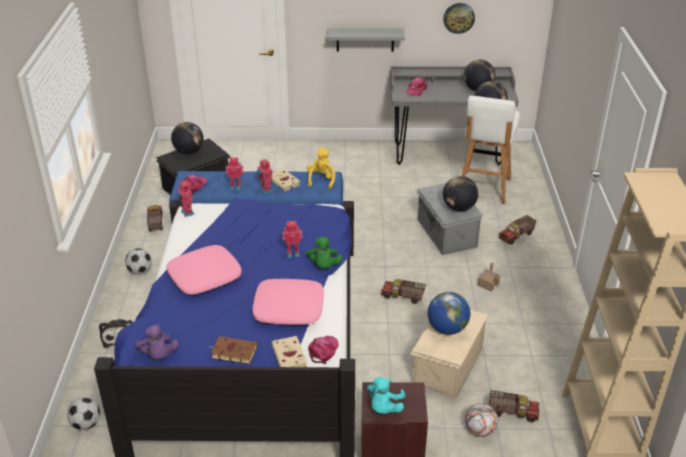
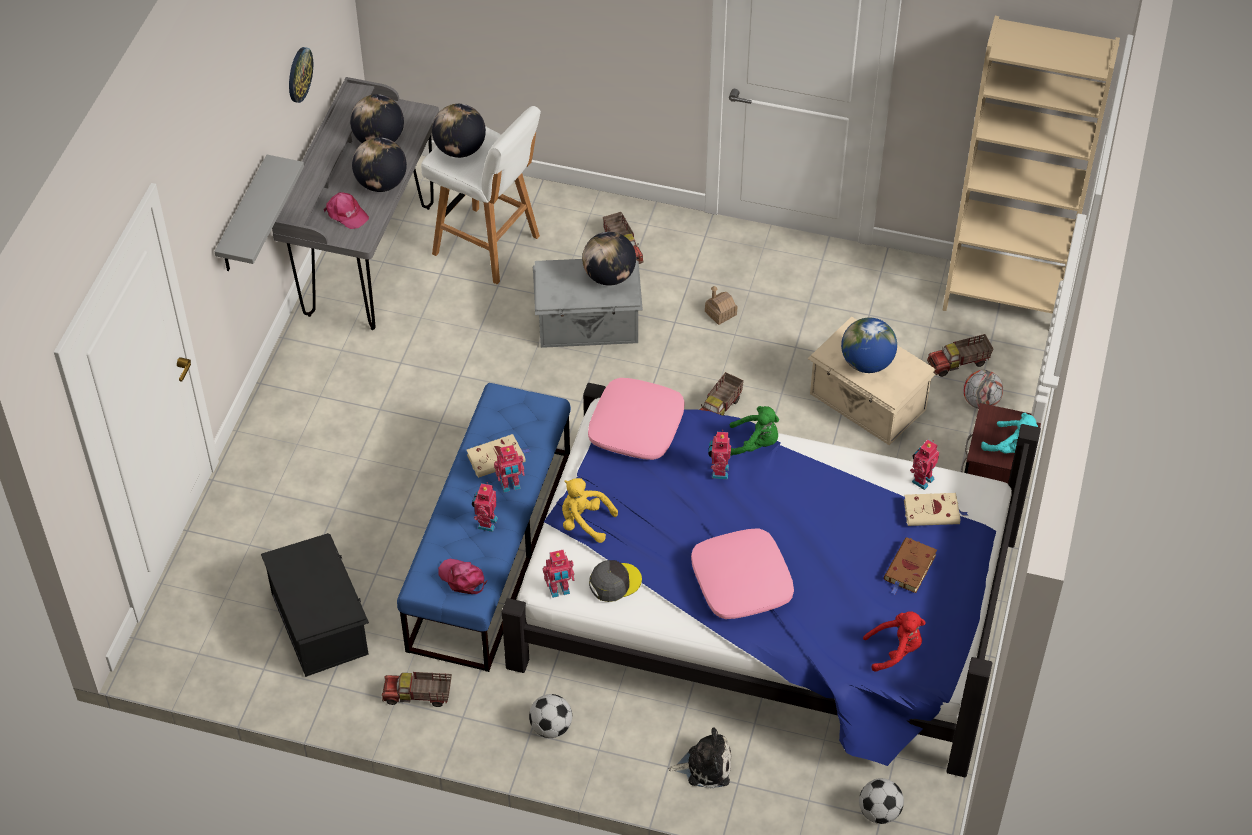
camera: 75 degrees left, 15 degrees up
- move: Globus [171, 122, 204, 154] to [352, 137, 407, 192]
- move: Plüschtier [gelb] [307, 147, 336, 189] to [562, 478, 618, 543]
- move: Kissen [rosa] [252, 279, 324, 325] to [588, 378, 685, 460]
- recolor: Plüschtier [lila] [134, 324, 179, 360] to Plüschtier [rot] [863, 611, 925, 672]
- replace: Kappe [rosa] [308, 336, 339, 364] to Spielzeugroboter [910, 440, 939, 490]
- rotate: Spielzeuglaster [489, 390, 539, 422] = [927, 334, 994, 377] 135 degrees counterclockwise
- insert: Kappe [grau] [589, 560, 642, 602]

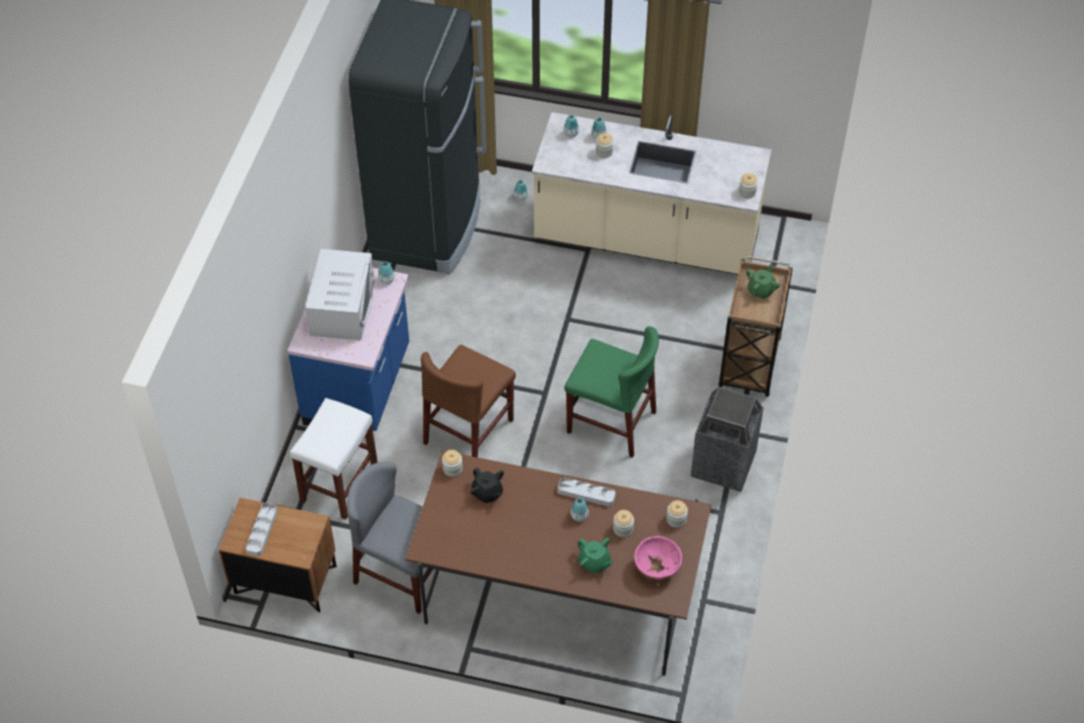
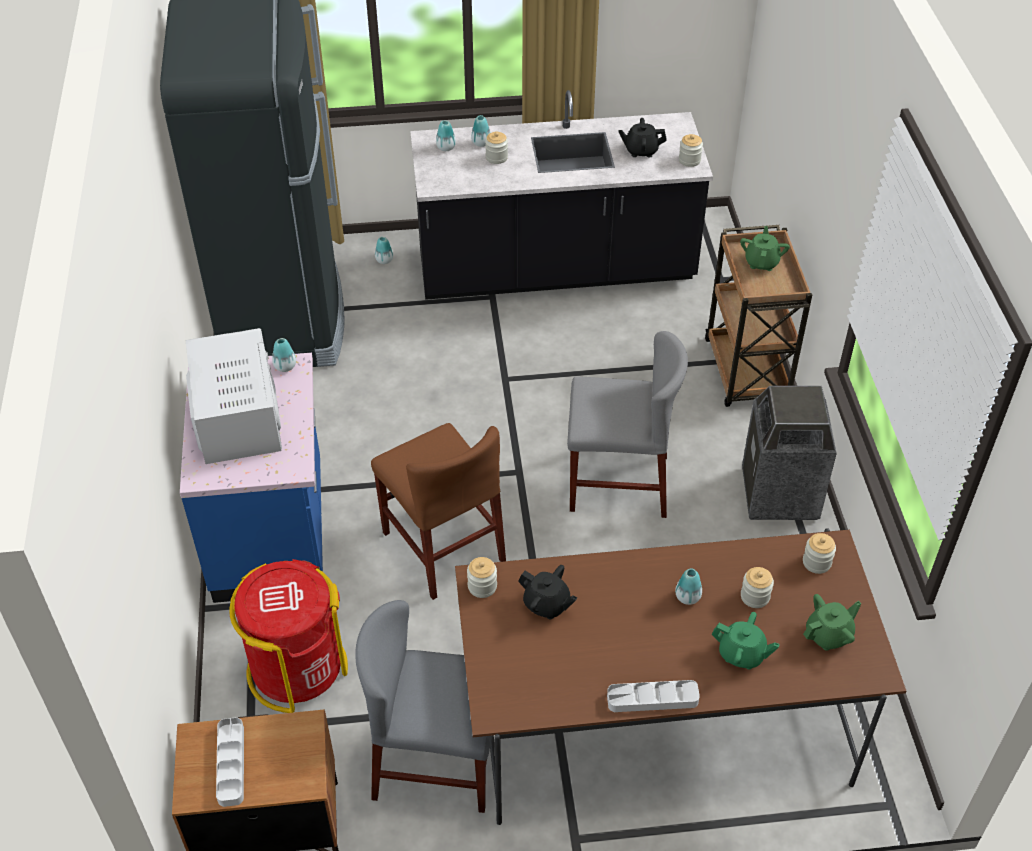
camera: 20 degrees left, 5 degrees down
- recolor: Küchenzeile [beige] [532, 112, 772, 275] to Küchenzeile [schwarz] [410, 90, 713, 300]
- recolor: Stuhl [grün] [565, 326, 659, 458] to Stuhl [grau] [567, 331, 688, 518]
- rotate: Stuhl [braun] [421, 345, 516, 458] = [371, 423, 506, 600] 45 degrees counterclockwise
- replace: Hocker [weiß] [290, 398, 378, 520] to Mülleimer [rot] [229, 559, 348, 713]
- move: Tablett [grau] [557, 477, 615, 506] to [607, 680, 700, 712]
- replace: Schüssel [rosa] [634, 536, 682, 580] to Teekanne [grün] [803, 594, 861, 651]
- insert: Teekanne [schwarz] [618, 118, 666, 158]

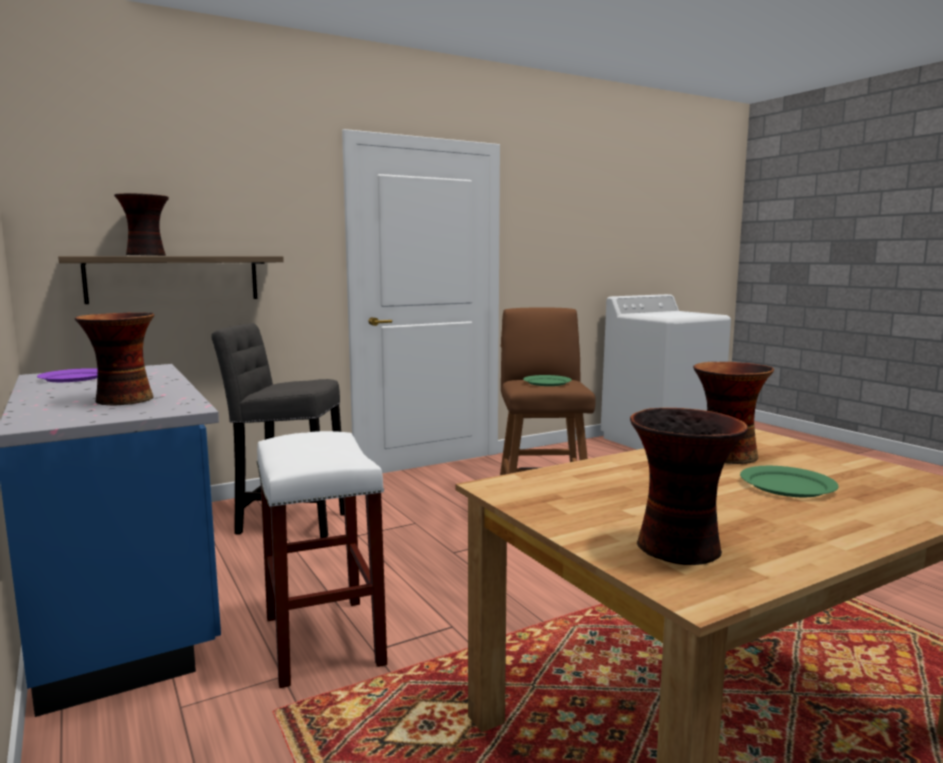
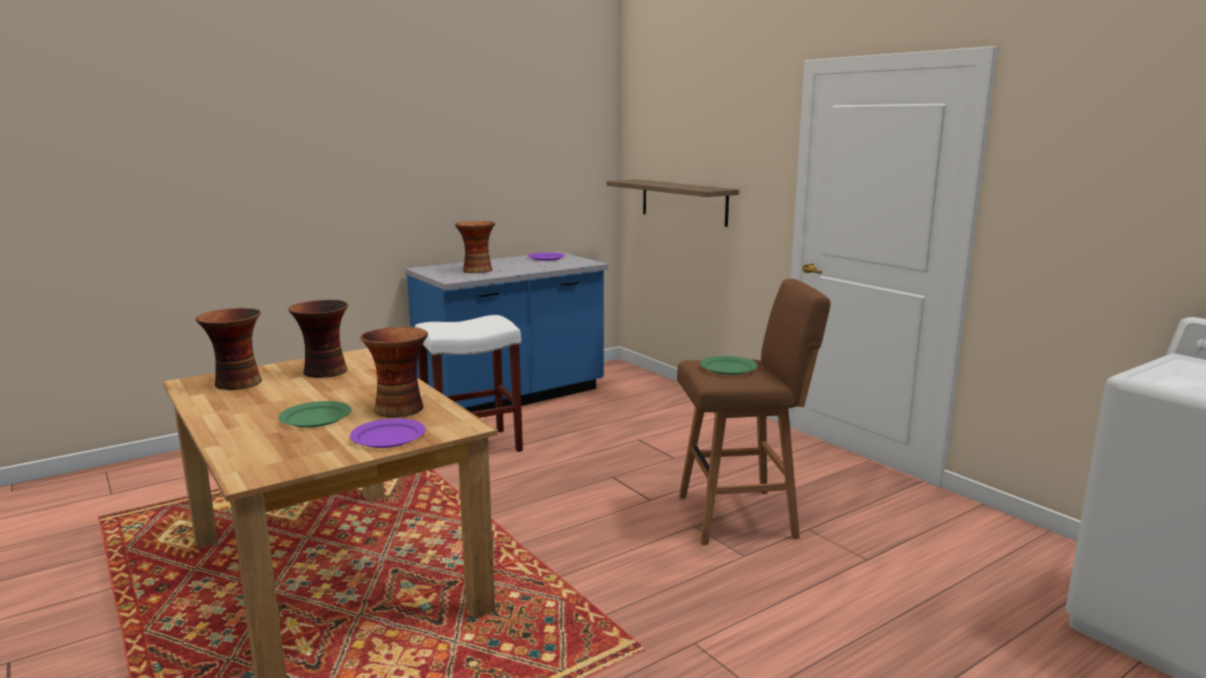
camera: 85 degrees right, 5 degrees up
- move: Vase [114, 193, 169, 256] to [288, 300, 348, 378]
- delete: Hocker [grau] [211, 323, 344, 538]
- insert: Teller [lila] [350, 418, 426, 448]

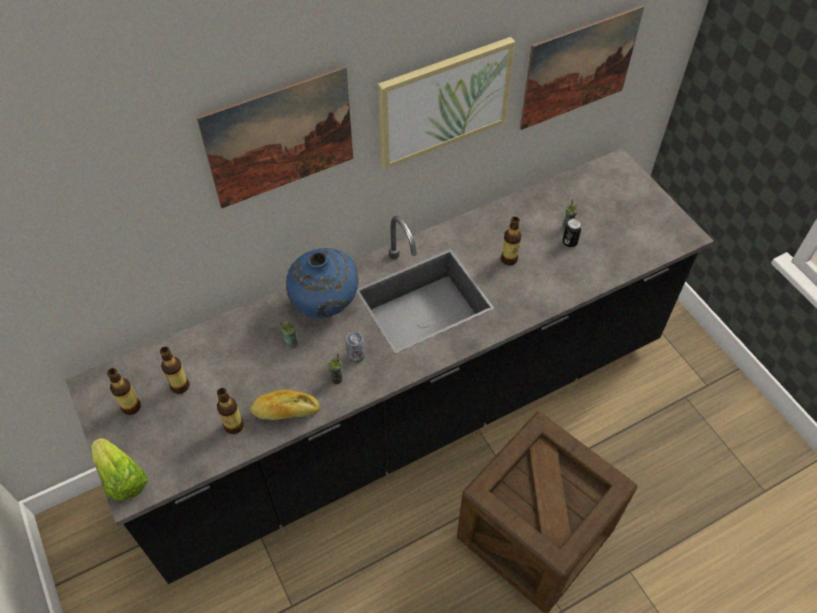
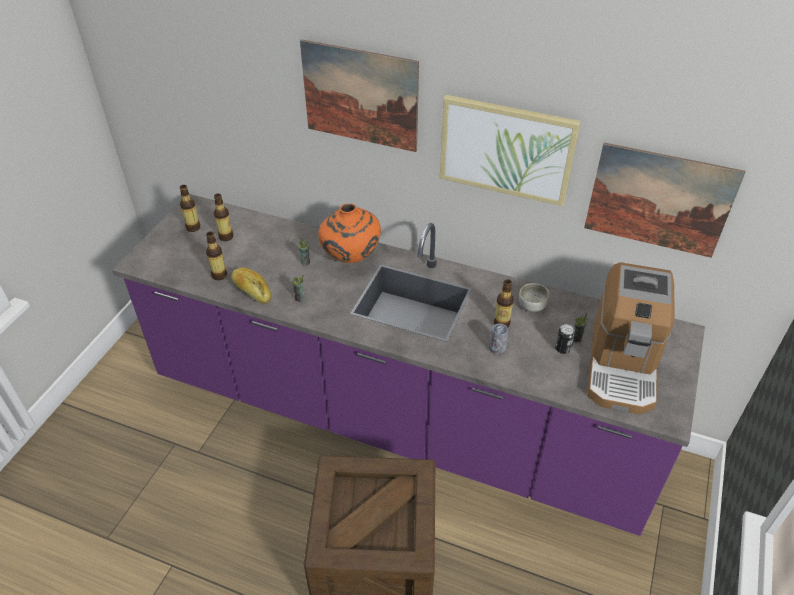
camera: 50 degrees right, 10 degrees down
- recolor: Küchenzeile [schwarz] [65, 148, 714, 584] to Küchenzeile [lila] [112, 194, 705, 536]
- recolor: Vase [blau] [286, 248, 358, 318] to Vase [orange] [318, 204, 381, 263]
- move: Dose [345, 332, 365, 363] to [489, 324, 508, 355]
- delete: Salatkopf [91, 438, 148, 500]
- insert: Kaffeemaschine [587, 262, 675, 415]
- insert: Schüssel [519, 283, 550, 312]

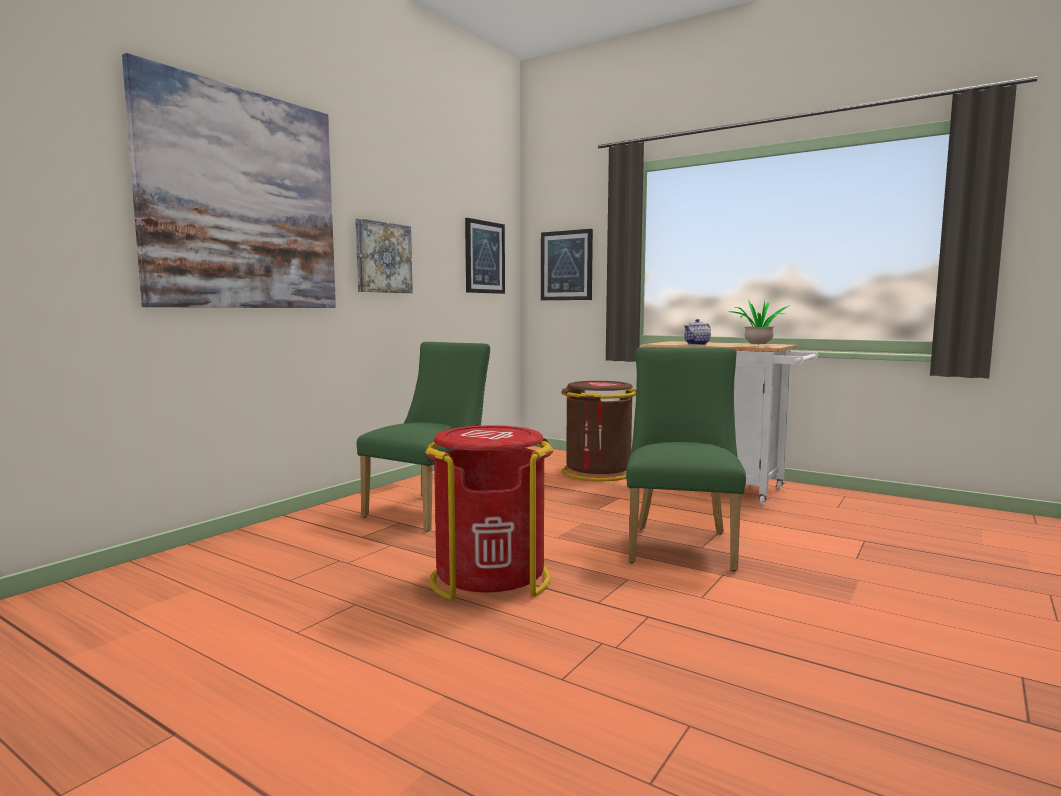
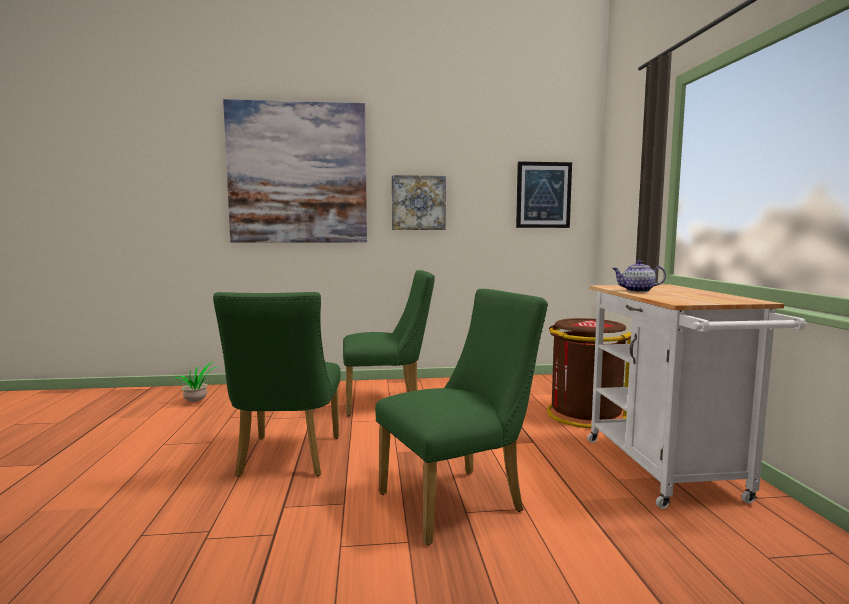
camera: 50 degrees right, 0 degrees up
- delete: Bild [541, 229, 593, 300]
- move: Topfpflanze [733, 299, 789, 346] to [175, 361, 220, 402]
- replace: Mülleimer [rot] [425, 425, 554, 601] to Stuhl [grün] [213, 292, 341, 477]

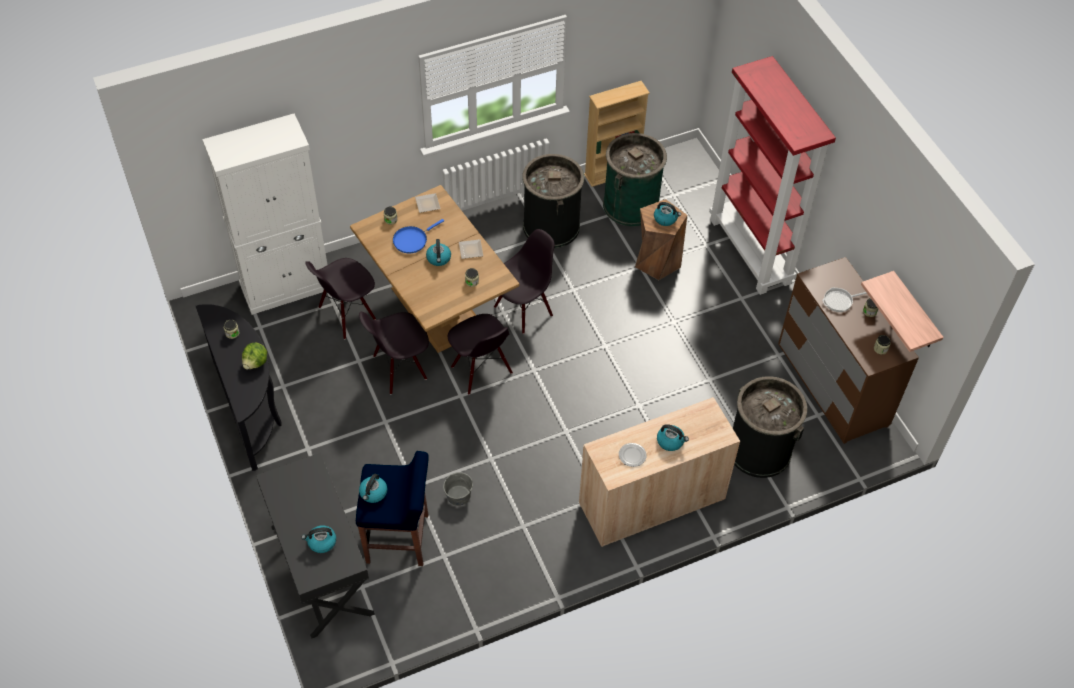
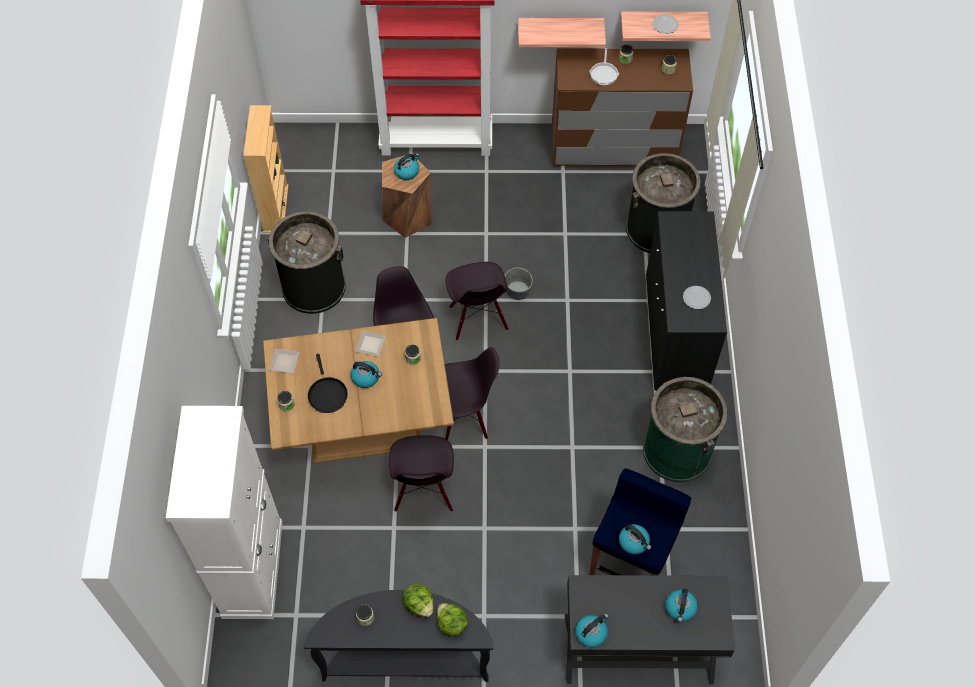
camera: 65 degrees left, 5 degrees up
- move: Mülleimer [grün] [603, 133, 667, 227] to [643, 377, 727, 482]
- recolor: Pfanne [blau] [393, 219, 444, 254] to Pfanne [schwarz] [308, 354, 348, 413]
- move: Stuhl [schwarz] [305, 258, 376, 339] to [446, 262, 509, 340]
- recolor: Schrank [beige] [579, 397, 740, 547] to Schrank [schwarz] [646, 211, 727, 390]
- move: Wasserkessel [657, 424, 689, 451] to [575, 613, 609, 647]
- move: Eimer [grau] [443, 472, 473, 506] to [505, 267, 533, 300]
- insert: Teller [653, 15, 678, 34]
- insert: Wandregal [518, 18, 606, 48]
- insert: Salatkopf [437, 603, 468, 636]

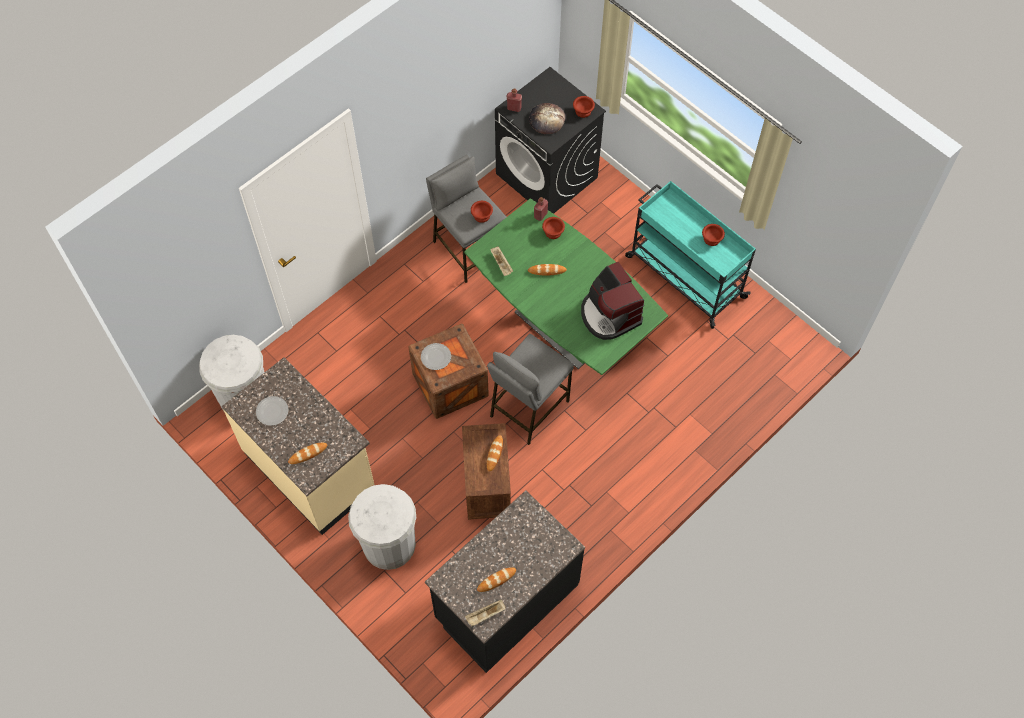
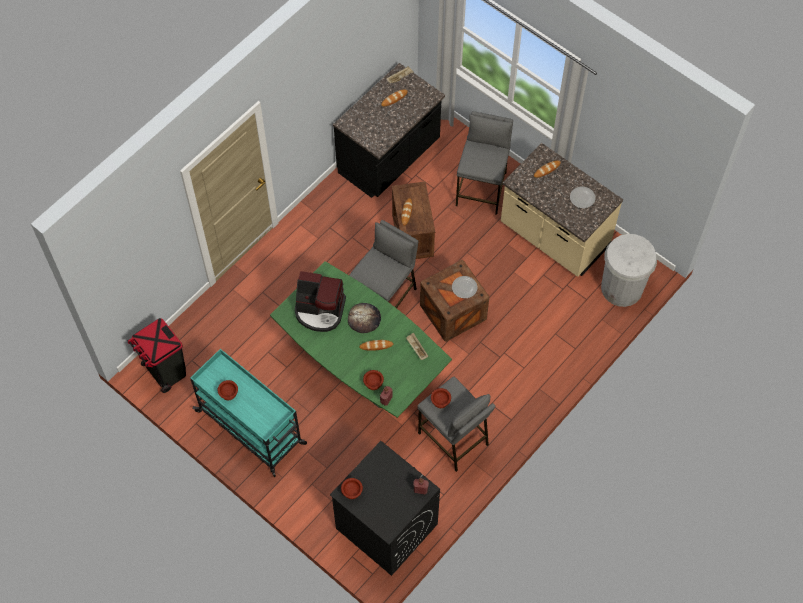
camera: 175 degrees right, 0 degrees up
- move: Brot [529, 103, 566, 134] to [348, 303, 381, 333]
- rotate: Kaffeemaschine [581, 262, 644, 340] = [295, 271, 346, 332] 135 degrees clockwise
- replace: Mülleimer [weiß] [348, 484, 416, 570] to Hocker [grau] [456, 111, 513, 215]
- insert: Mülleimer [schwarz] [128, 318, 186, 393]

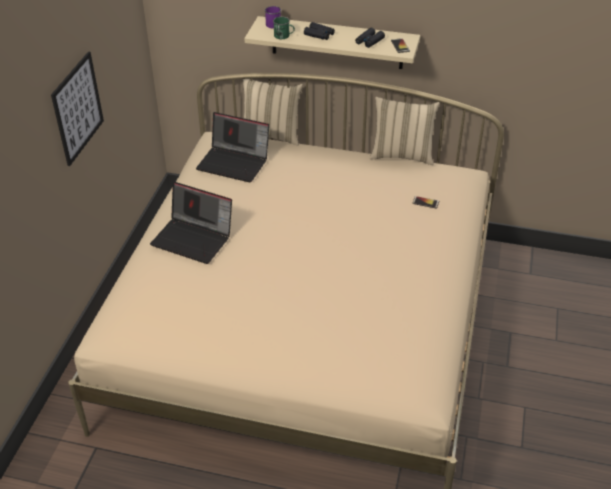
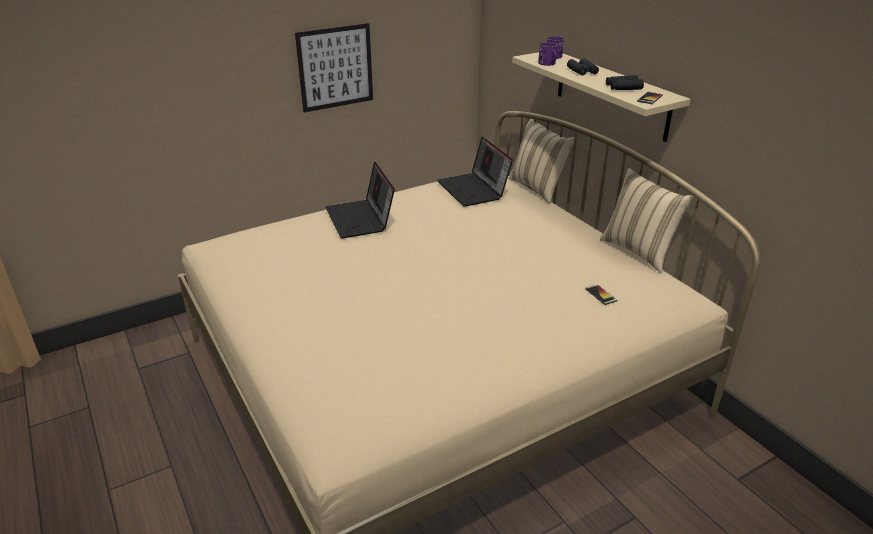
camera: 45 degrees right, 10 degrees down
- recolor: Henkelbecher [grün] [273, 17, 295, 39] to Henkelbecher [lila] [538, 42, 558, 66]

